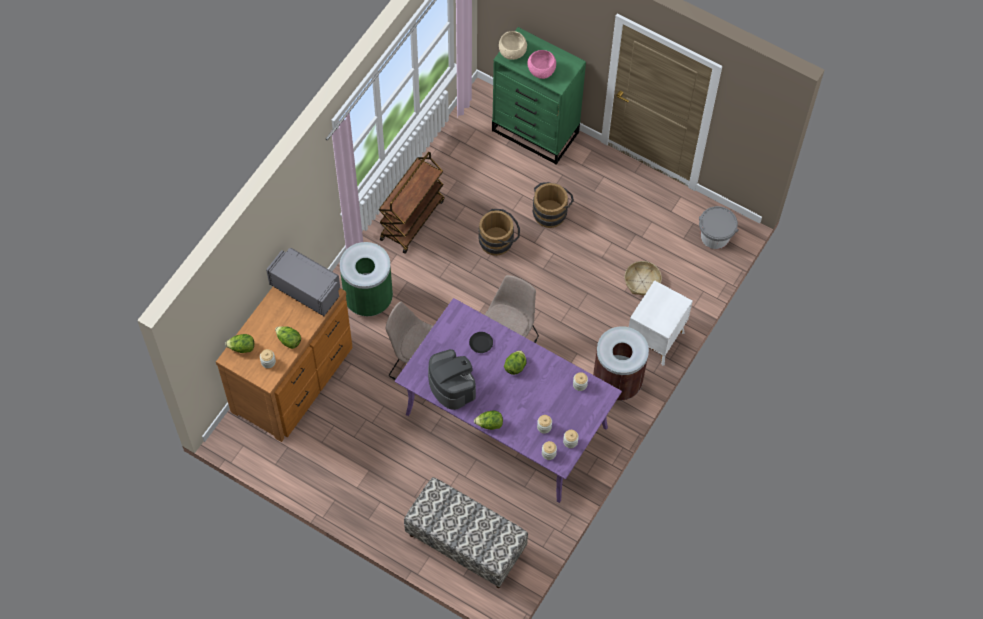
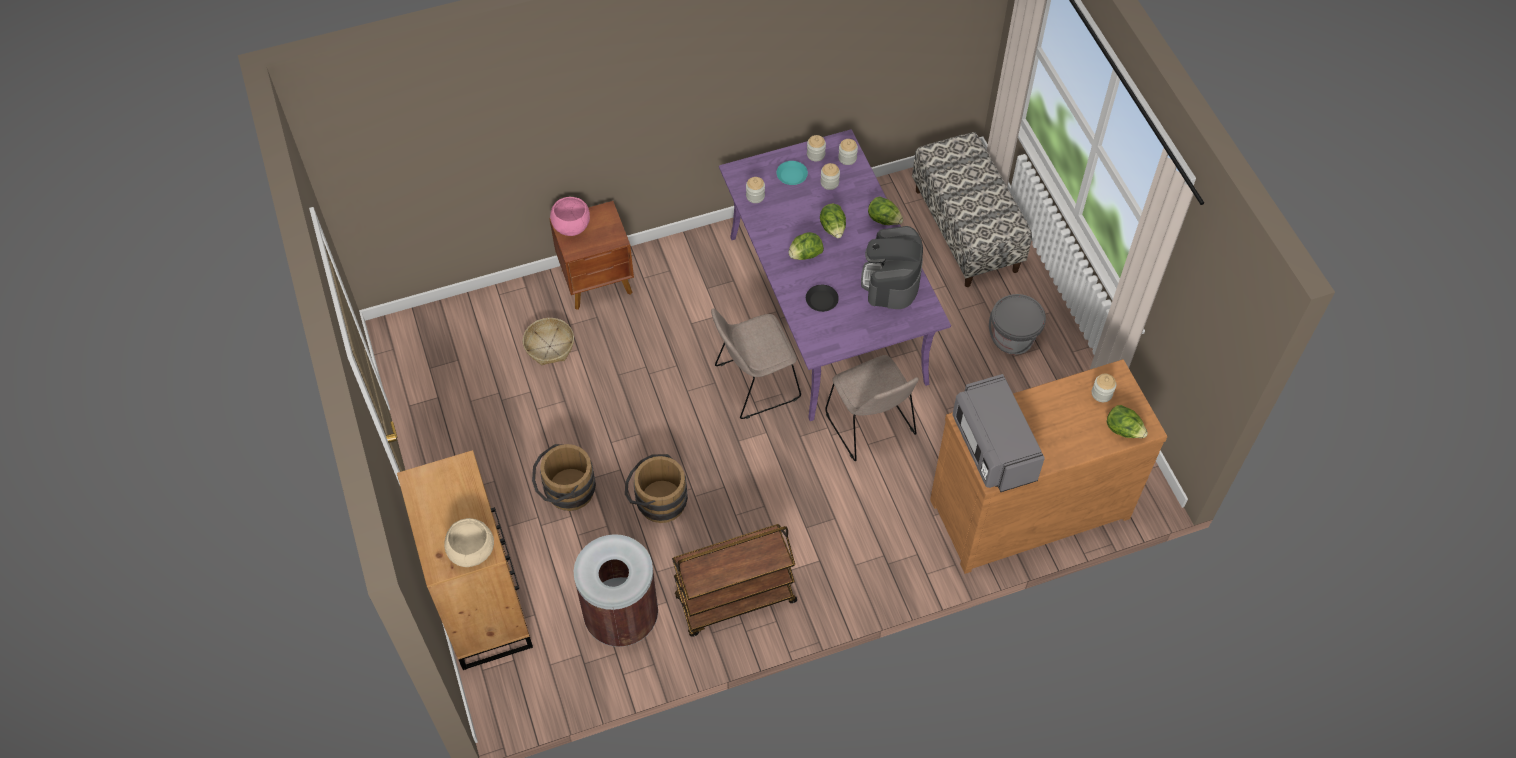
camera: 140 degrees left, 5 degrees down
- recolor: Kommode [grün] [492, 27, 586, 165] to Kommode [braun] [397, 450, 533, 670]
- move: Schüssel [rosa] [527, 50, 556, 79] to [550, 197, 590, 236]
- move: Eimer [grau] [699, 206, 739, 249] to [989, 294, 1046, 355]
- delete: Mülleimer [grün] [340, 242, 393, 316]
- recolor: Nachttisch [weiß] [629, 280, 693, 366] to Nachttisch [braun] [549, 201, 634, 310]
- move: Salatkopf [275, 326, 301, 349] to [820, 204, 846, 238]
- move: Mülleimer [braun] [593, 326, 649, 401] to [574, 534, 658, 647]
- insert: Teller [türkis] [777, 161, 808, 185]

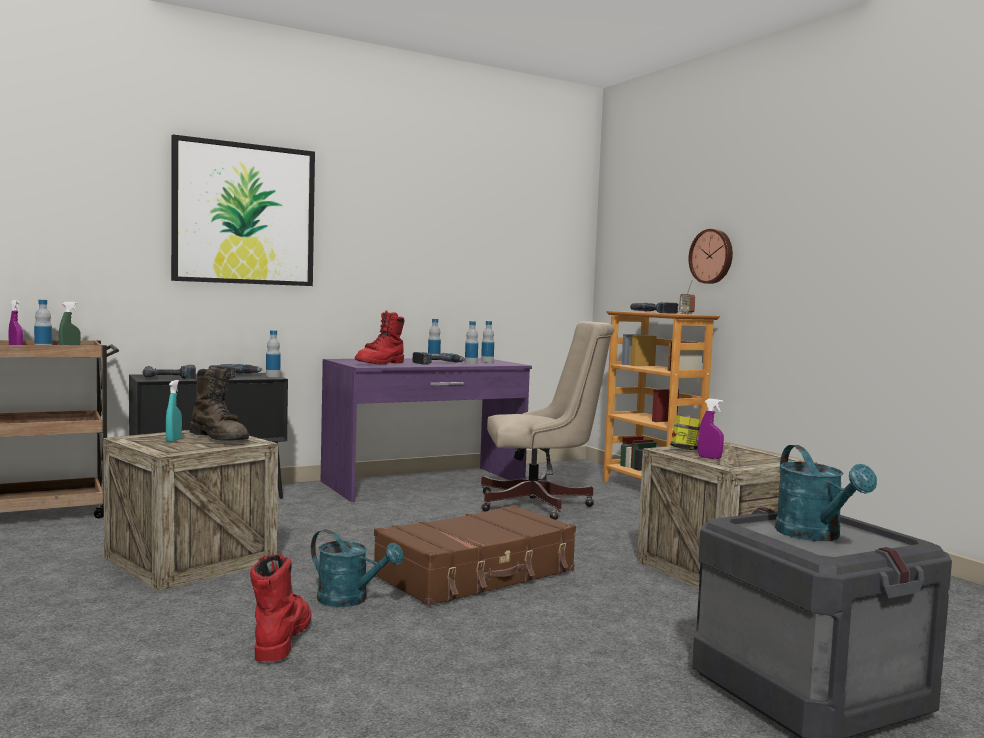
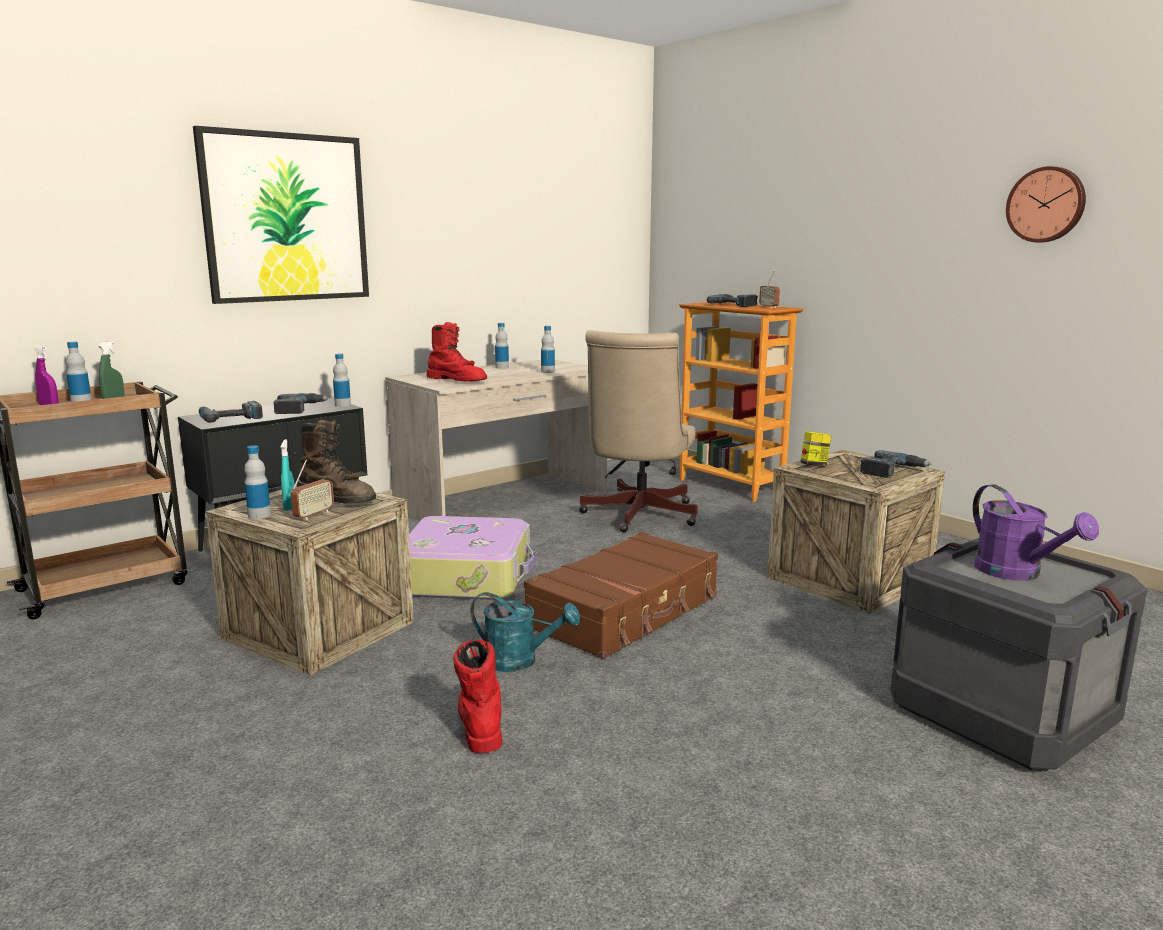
camera: 10 degrees left, 10 degrees up
- move: Wanduhr [689, 229, 733, 284] to [1006, 166, 1086, 242]
- rotate: Stiefel [rot] [355, 310, 405, 365] = [426, 322, 487, 382] 75 degrees counterclockwise
- move: Flasche [481, 321, 494, 363] to [244, 445, 271, 519]
- rotate: Bürostuhl [beige] [481, 321, 614, 520] = [579, 330, 698, 532] 120 degrees clockwise
- move: Bohrmaschine [413, 352, 465, 364] to [860, 450, 932, 478]
- recolor: Schreibtisch [lila] [321, 358, 532, 502] to Schreibtisch [beige] [385, 360, 607, 521]
- delete: Sprühflasche [lila] [698, 399, 724, 459]
- recolor: Gießkanne [türkis] [775, 445, 877, 541] to Gießkanne [lila] [973, 484, 1099, 581]
- insert: Radio [291, 460, 334, 520]
- insert: Koffer [409, 516, 537, 600]

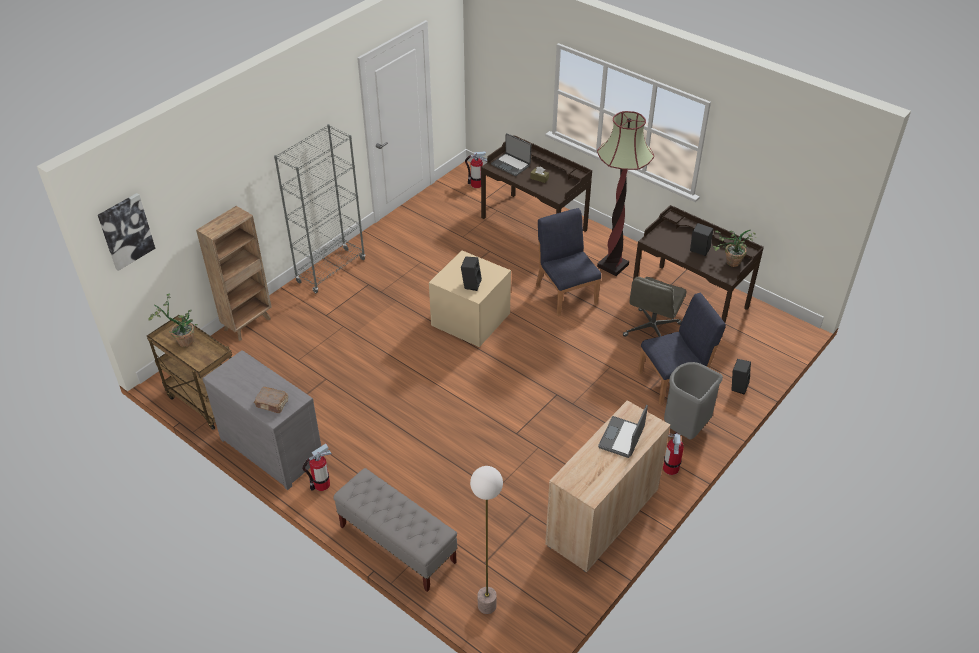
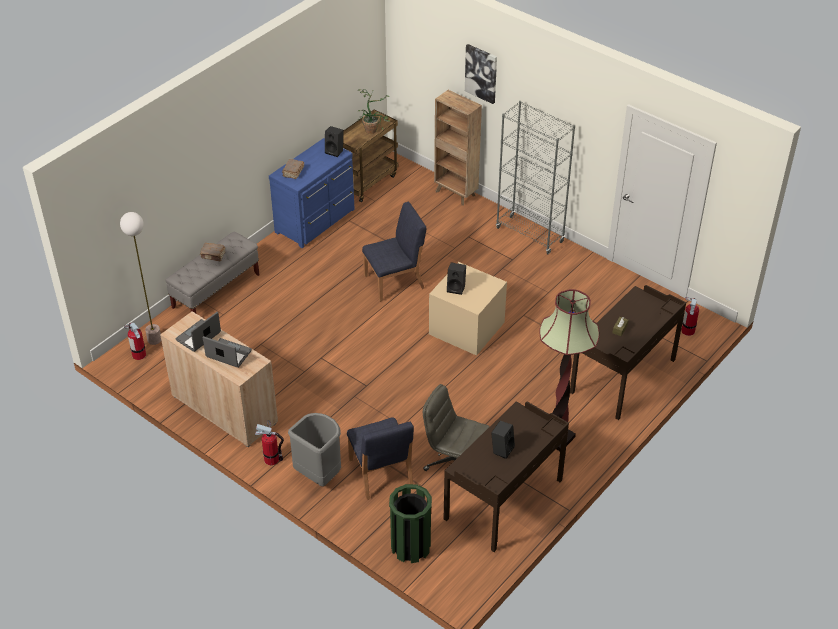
camera: 90 degrees right, 0 degrees up
- move: Laptop [491, 133, 531, 176] to [175, 312, 221, 352]
- move: Bild [98, 193, 155, 271] to [465, 44, 497, 104]
- move: Stuhl [blau] [536, 208, 601, 316] to [362, 202, 426, 302]
- delete: Topfpflanze [713, 230, 756, 267]
- recolor: Kommode [grau] [203, 350, 321, 490] to Kommode [blau] [269, 138, 355, 248]
- move: Lautsprecher [schwarz] [731, 359, 751, 395] to [325, 126, 343, 157]
- move: Feuerlöscher [302, 443, 332, 491] to [124, 323, 146, 360]
- insert: Buch [braun] [200, 243, 225, 261]
- insert: Mülleimer [grün] [389, 484, 432, 563]

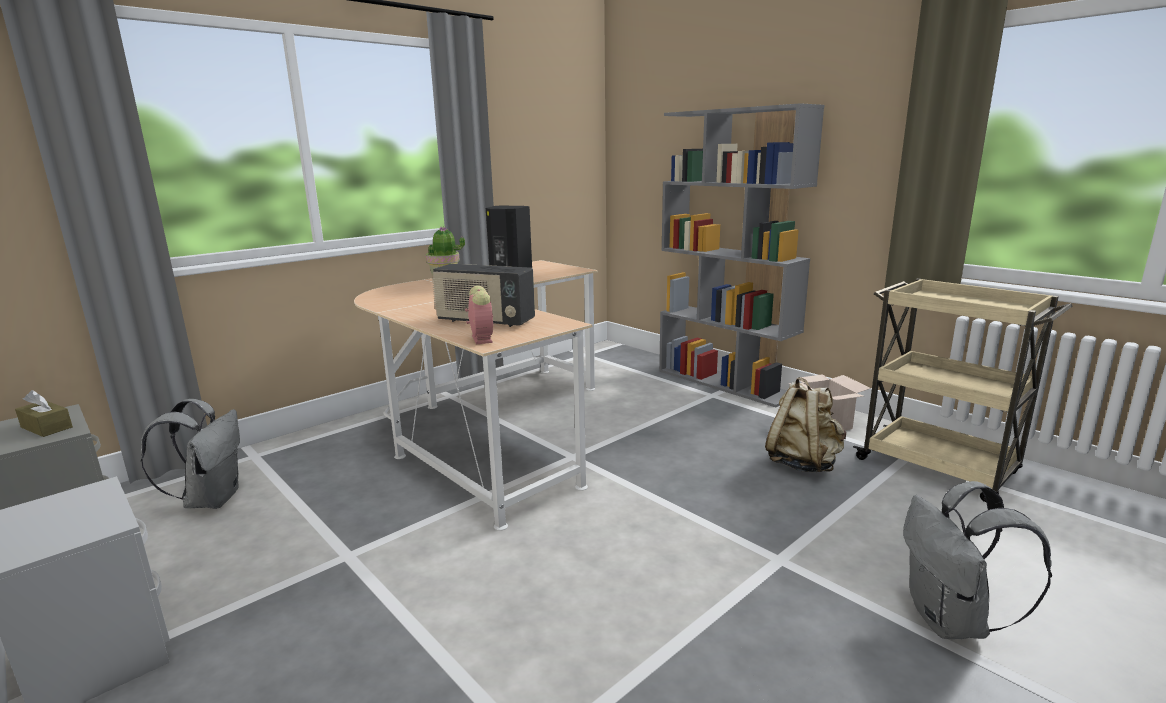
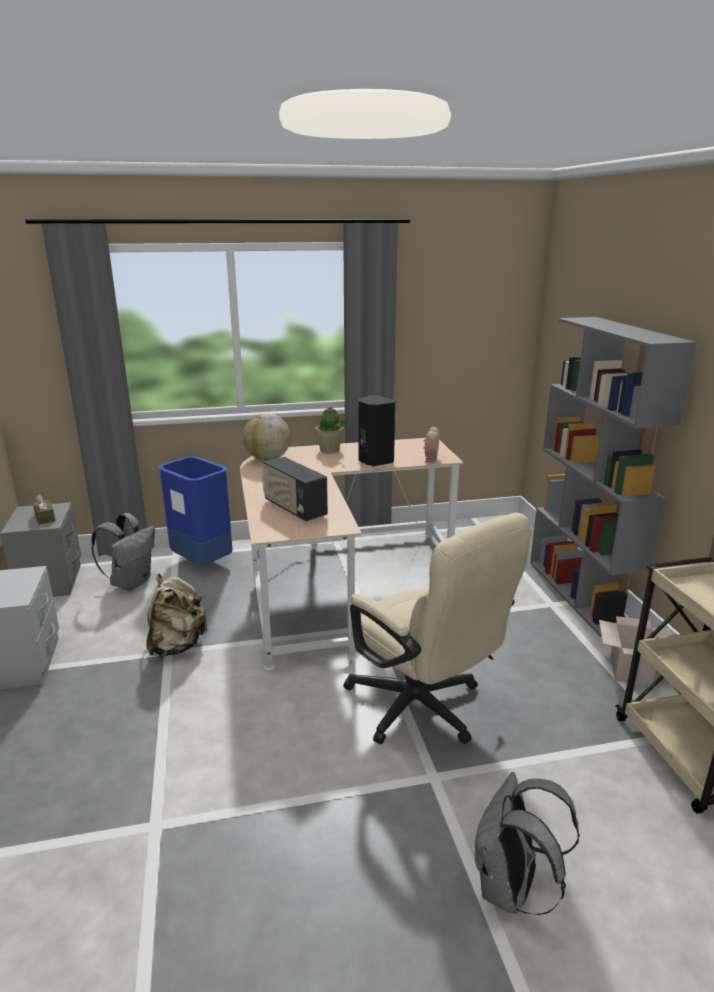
camera: 30 degrees right, 5 degrees up
- move: Wecker [465, 286, 493, 344] to [423, 427, 439, 463]
- move: Rucksack [beige] [765, 377, 846, 472] to [147, 573, 208, 658]
- insert: Globus [243, 413, 291, 461]
- insert: Mülleimer [blau] [158, 456, 232, 565]
- insert: Bürostuhl [beige] [343, 513, 531, 745]

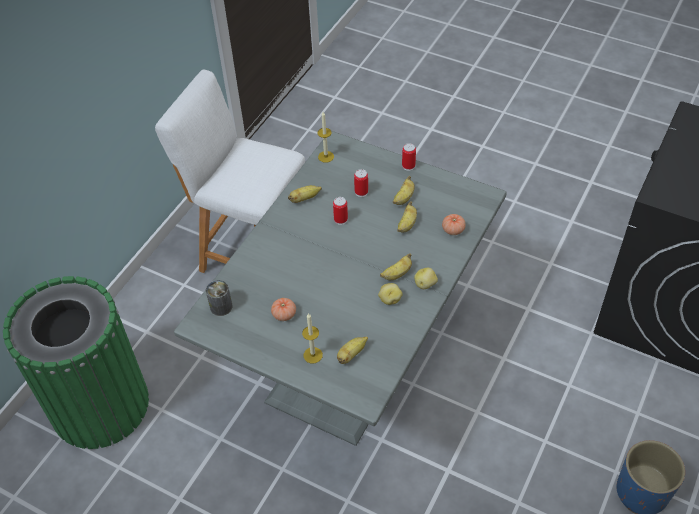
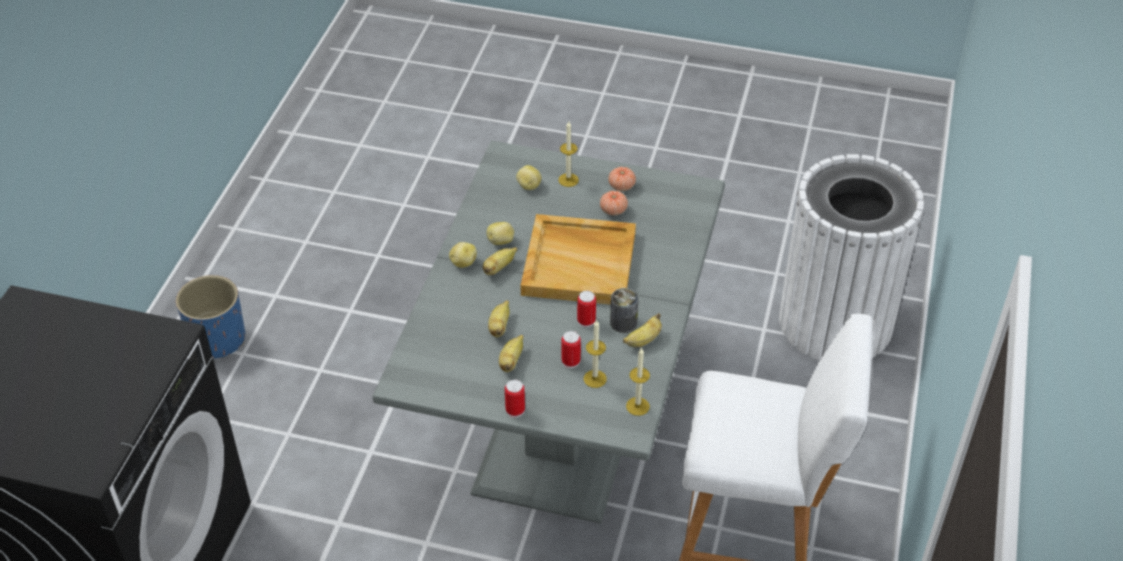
camera: 165 degrees right, 5 degrees down
- move: Tomate [442, 214, 466, 235] to [608, 167, 636, 191]
- recolor: Mülleimer [grün] [3, 276, 149, 449] to Mülleimer [weiß] [779, 154, 924, 361]
- move: Dose [206, 280, 232, 316] to [610, 288, 639, 333]
- replace: Banane [337, 336, 368, 364] to Kartoffel [516, 165, 541, 190]
- insert: Tablett [beige] [520, 214, 636, 305]
- insert: Kerze [584, 320, 607, 388]

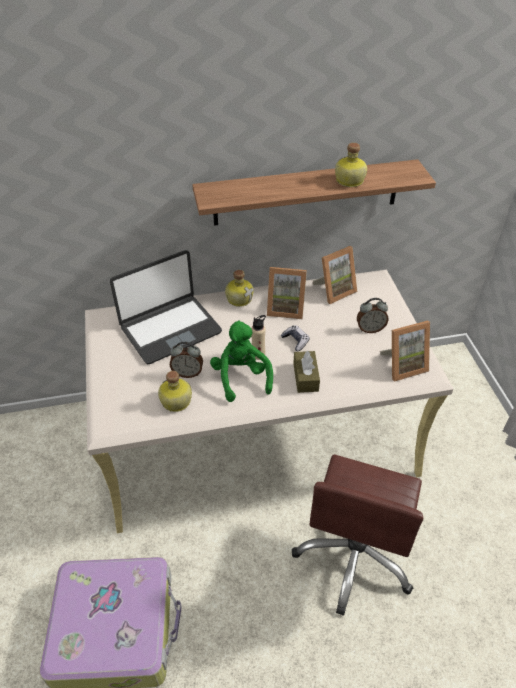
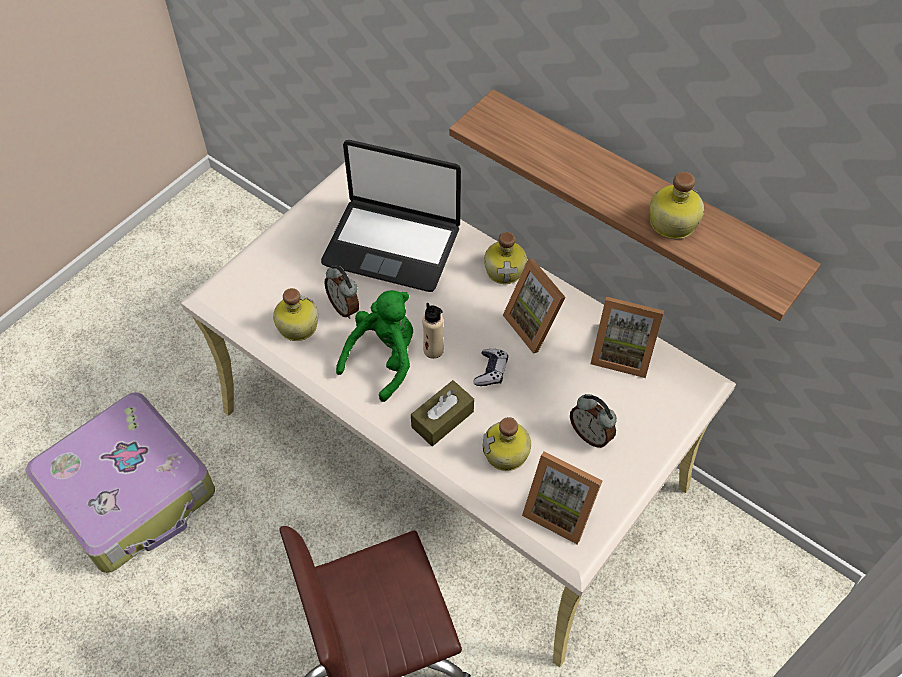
camera: 50 degrees right, 10 degrees up
- insert: Flasche [482, 417, 531, 471]

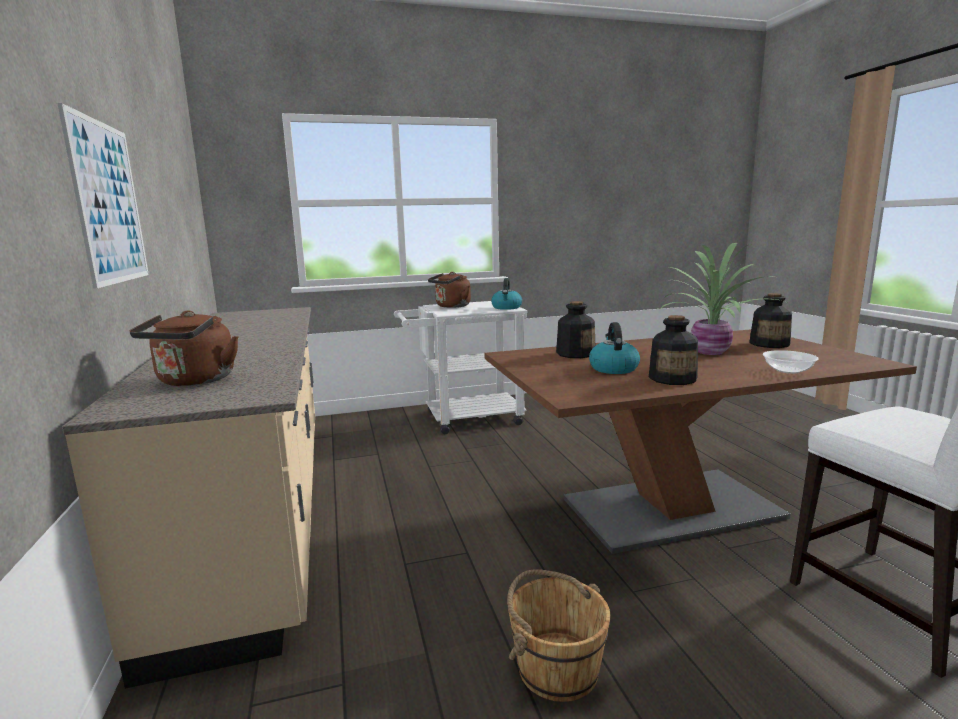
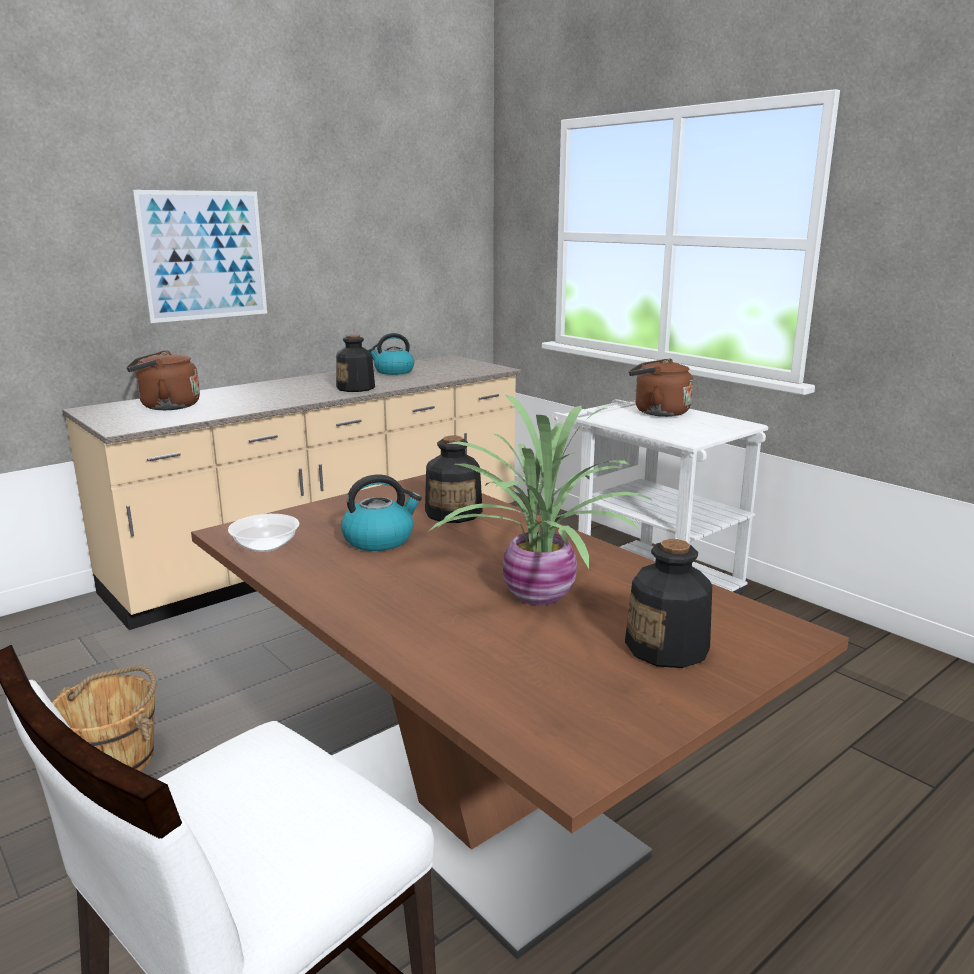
camera: 65 degrees right, 5 degrees up
- move: Wasserkessel [491, 278, 522, 310] to [368, 333, 414, 375]
- move: Flasche [649, 315, 698, 385] to [336, 334, 375, 392]
- move: Schüssel [763, 350, 819, 374] to [228, 514, 299, 552]

